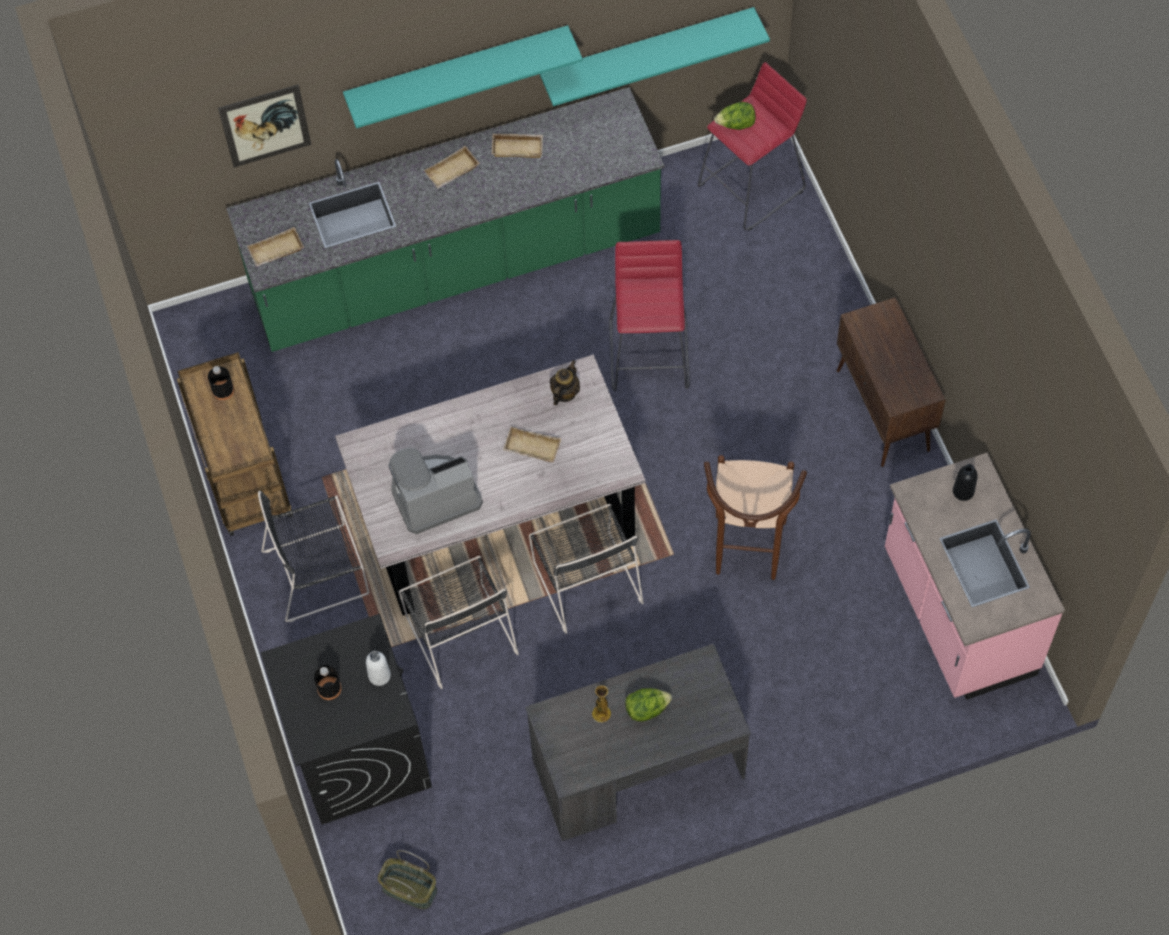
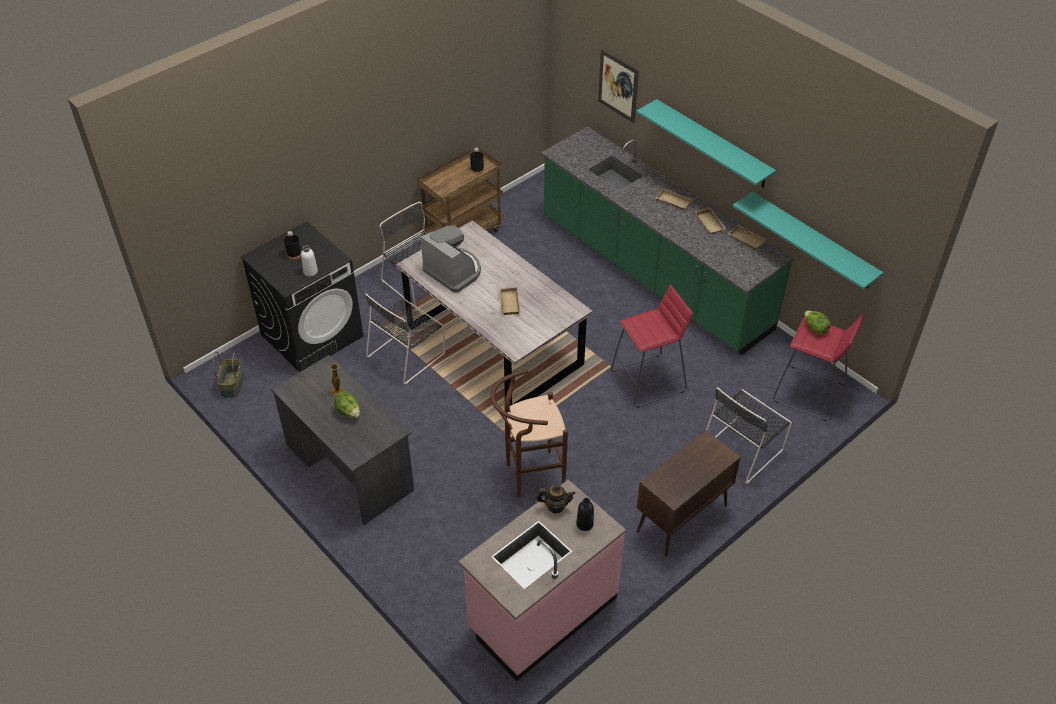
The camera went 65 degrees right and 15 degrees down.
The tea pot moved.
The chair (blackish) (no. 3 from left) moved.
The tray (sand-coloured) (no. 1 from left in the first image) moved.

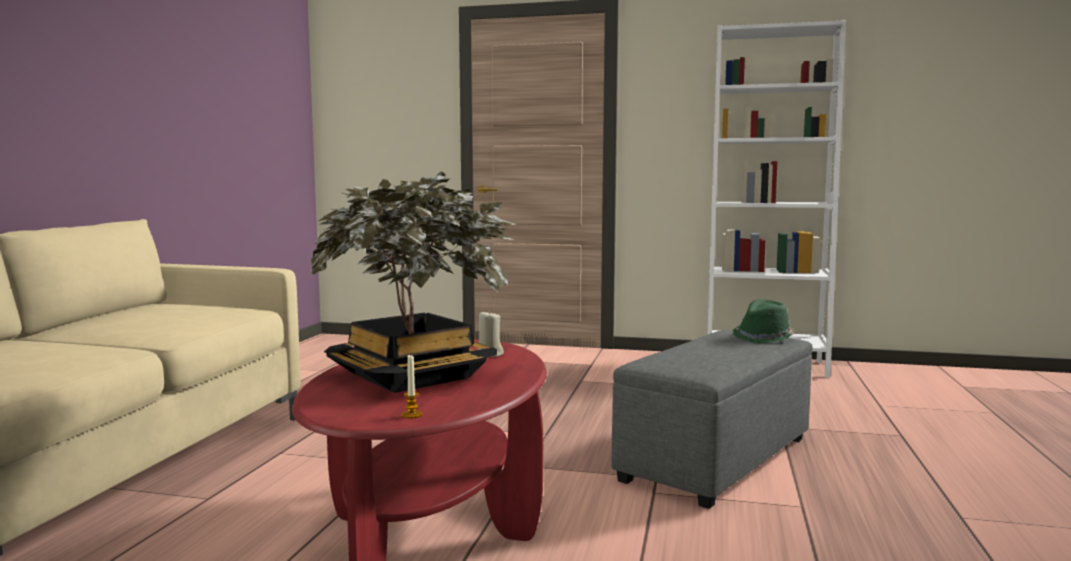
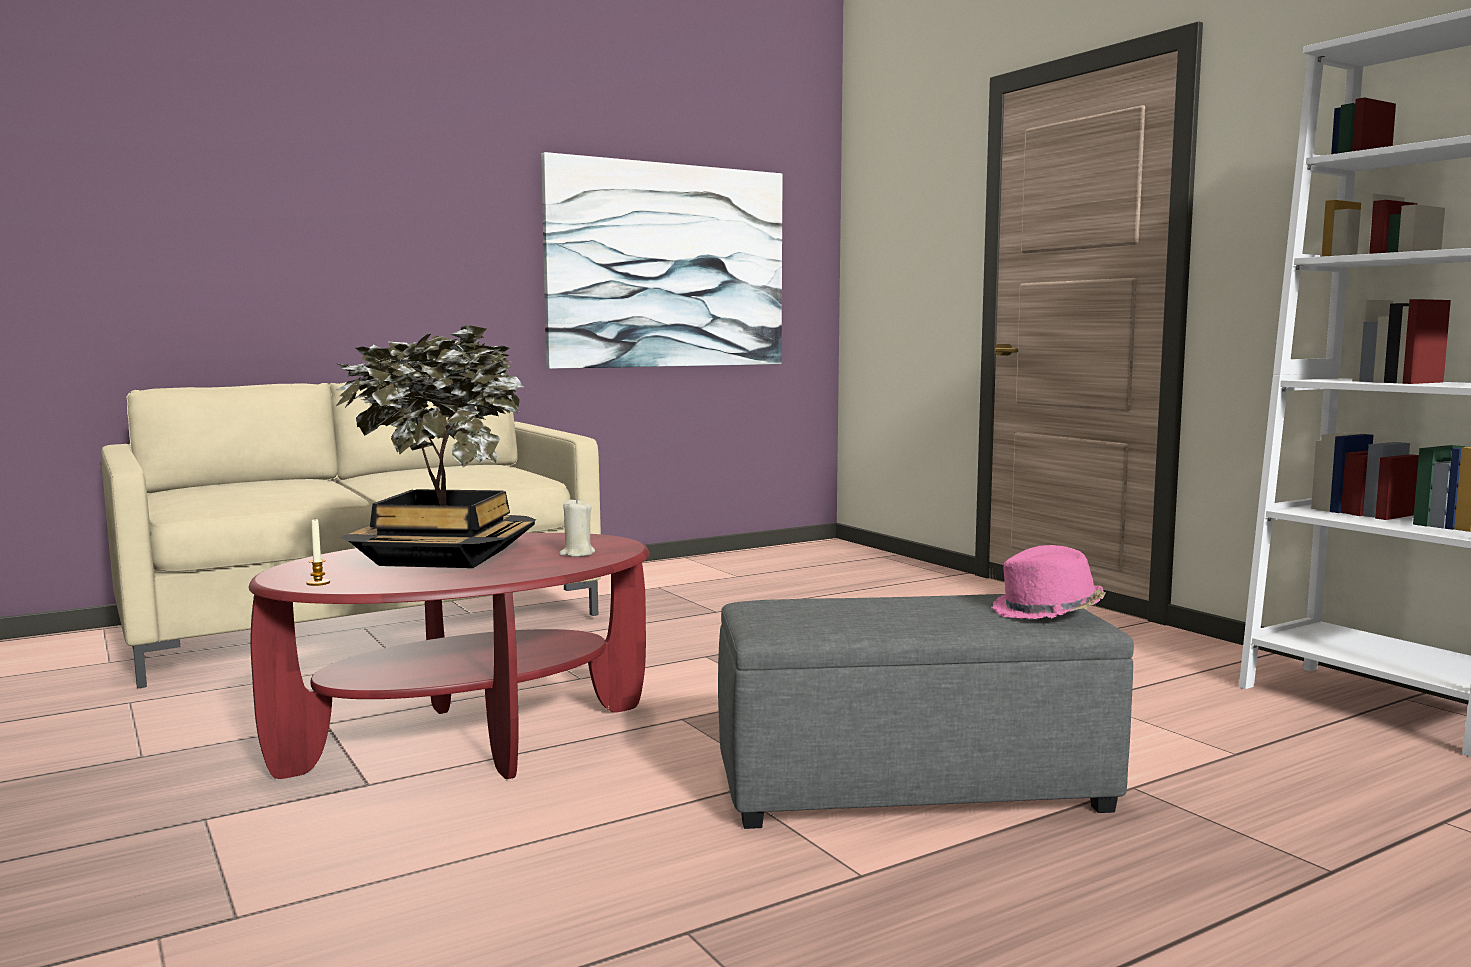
The camera went 45 degrees right and 0 degrees up.
The wall art appeared.
The hat (greenish) became the hat (pink-coloured).

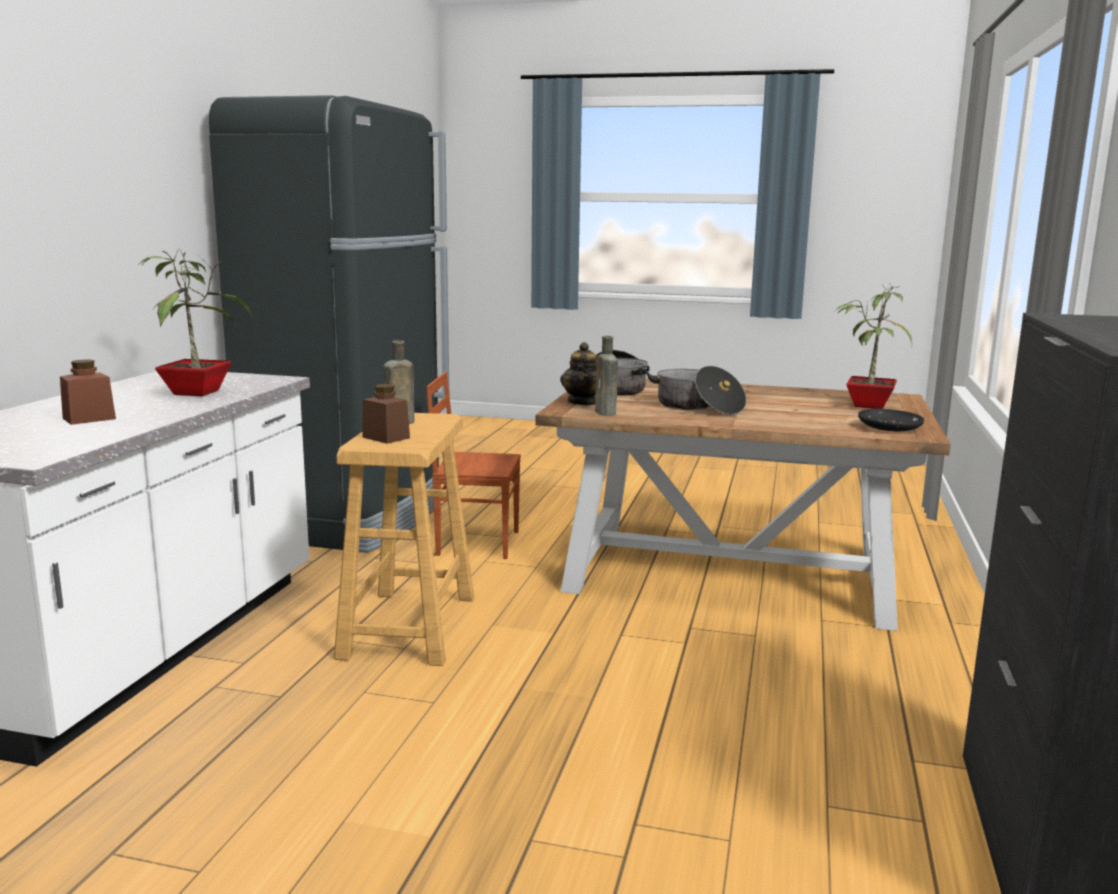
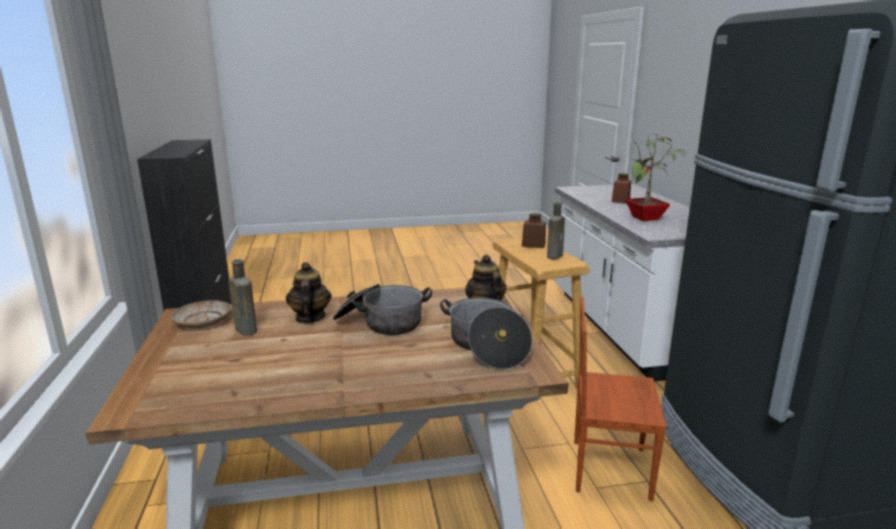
The camera went 155 degrees right and 5 degrees up.
The plate (blackish) became the plate (sand-coloured).
The bottle (brown) (no. 2 from left in the first image) moved.
The tea pot (no. 1 from left) appeared.
The chair (brown) turned 150 degrees counterclockwise.
The plant in a pot (no. 2 from left) disappeared.

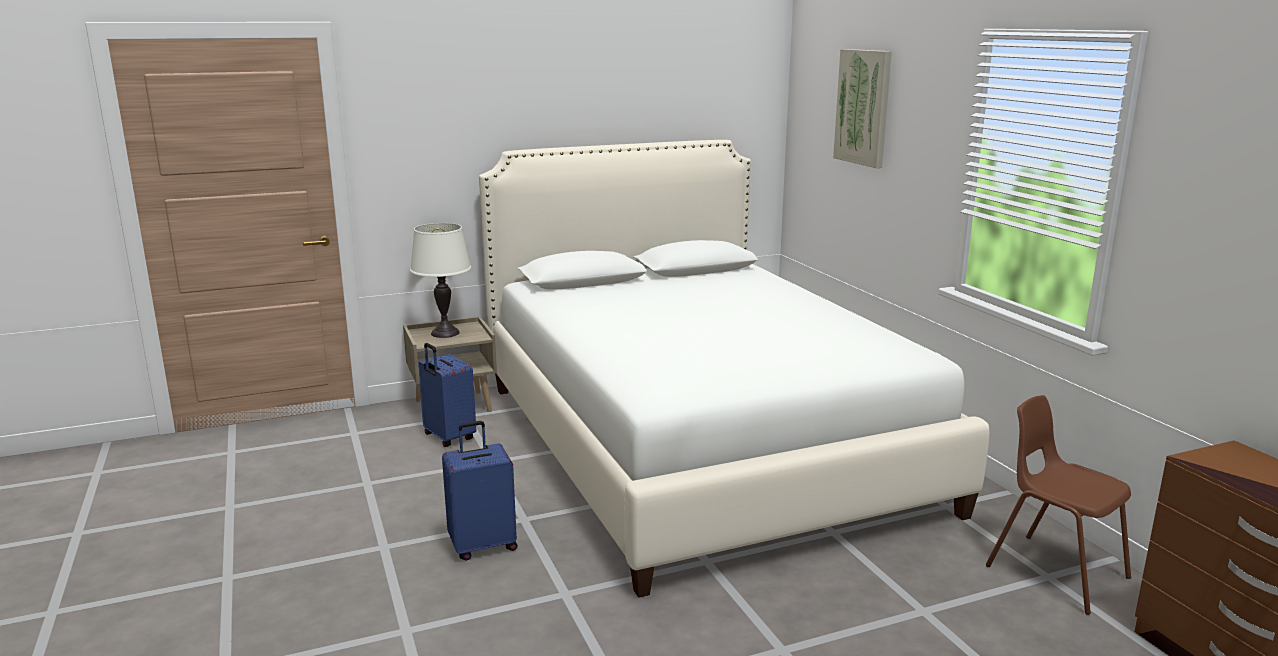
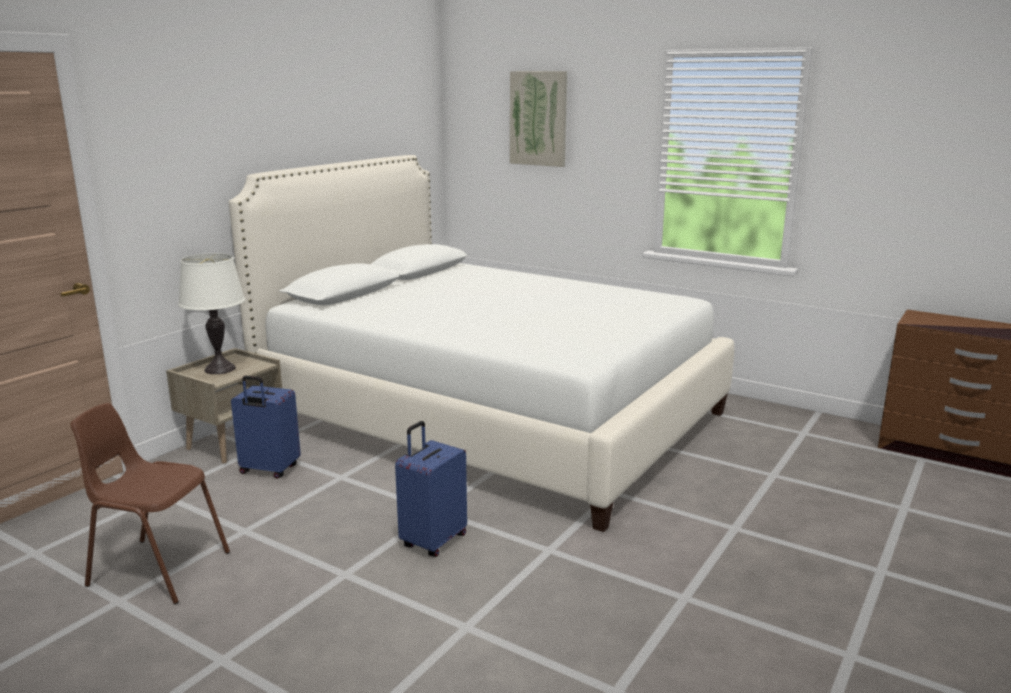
The camera went 35 degrees left and 0 degrees up.
The chair (brown) moved.

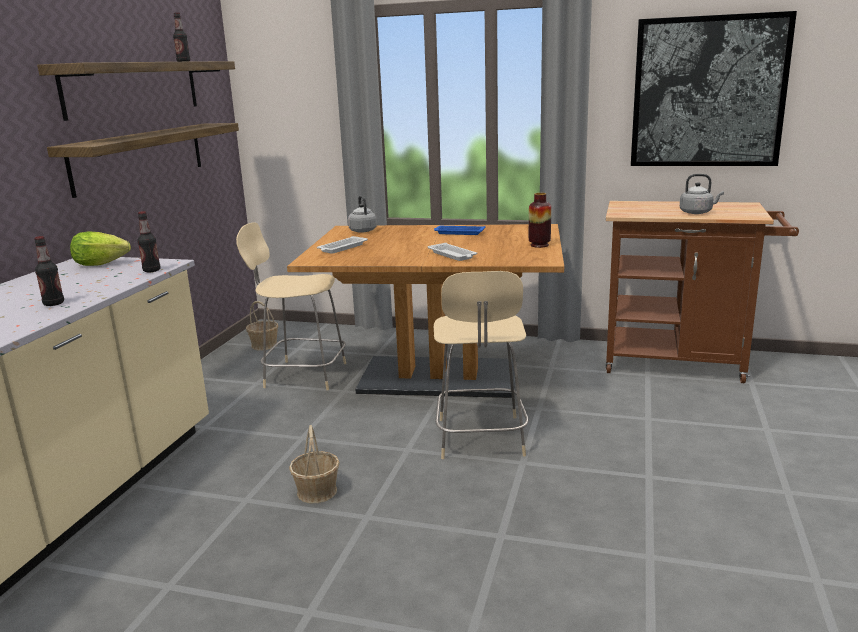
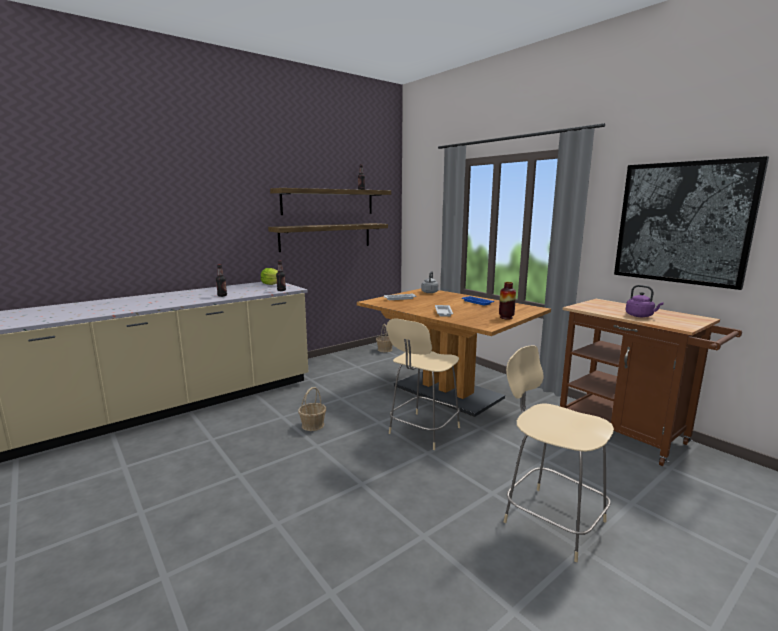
The camera went 35 degrees right and 5 degrees down.
The chair (sand-coloured) (no. 1 from left in the first image) moved.
The water kettle (grey) (no. 2 from left) became the water kettle (purple).

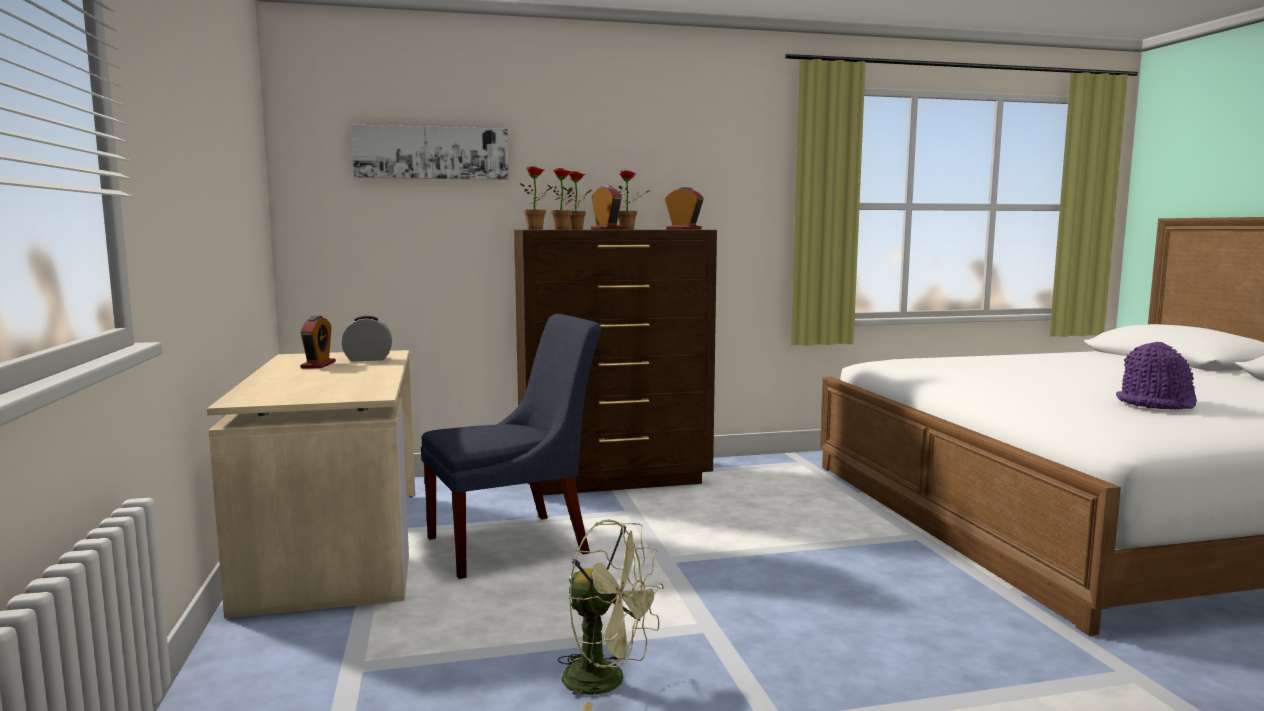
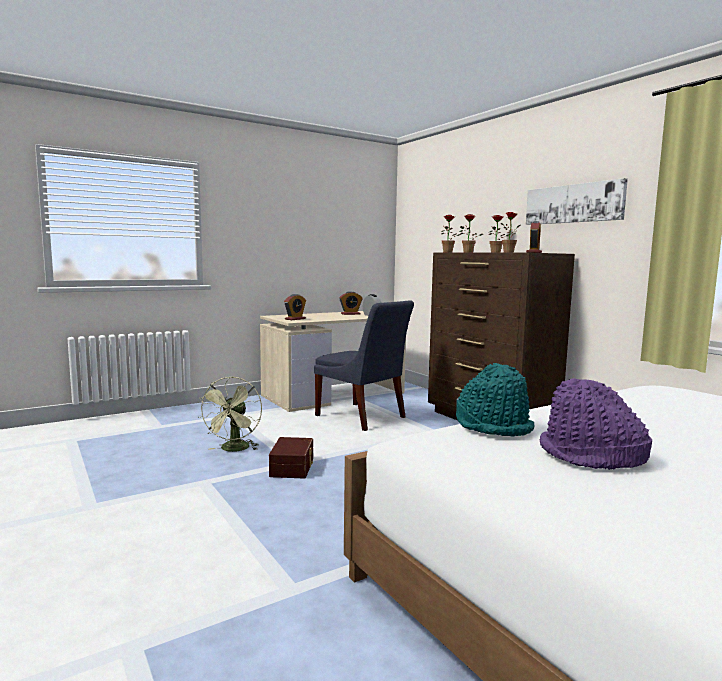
The camera went 70 degrees right and 0 degrees up.
The storage bin (brown) appeared.
The alarm clock (no. 3 from left in the first image) moved.
The hat (turquoise-coloured) appeared.
The wall art moved.

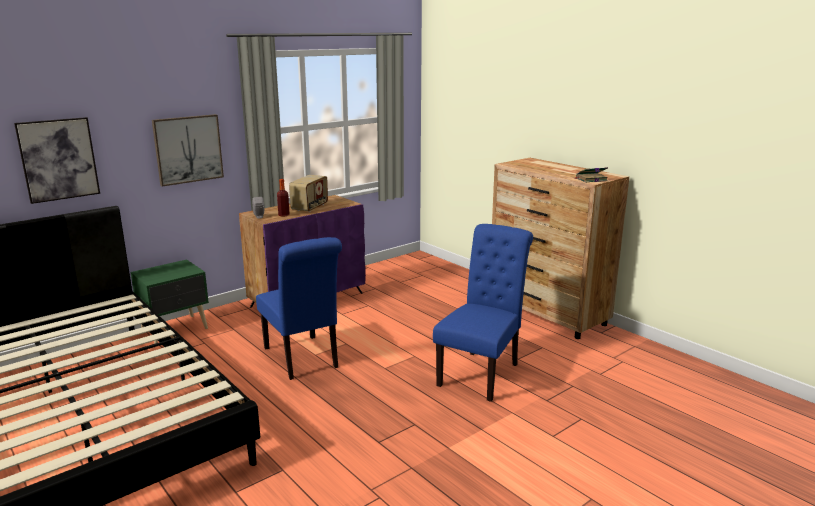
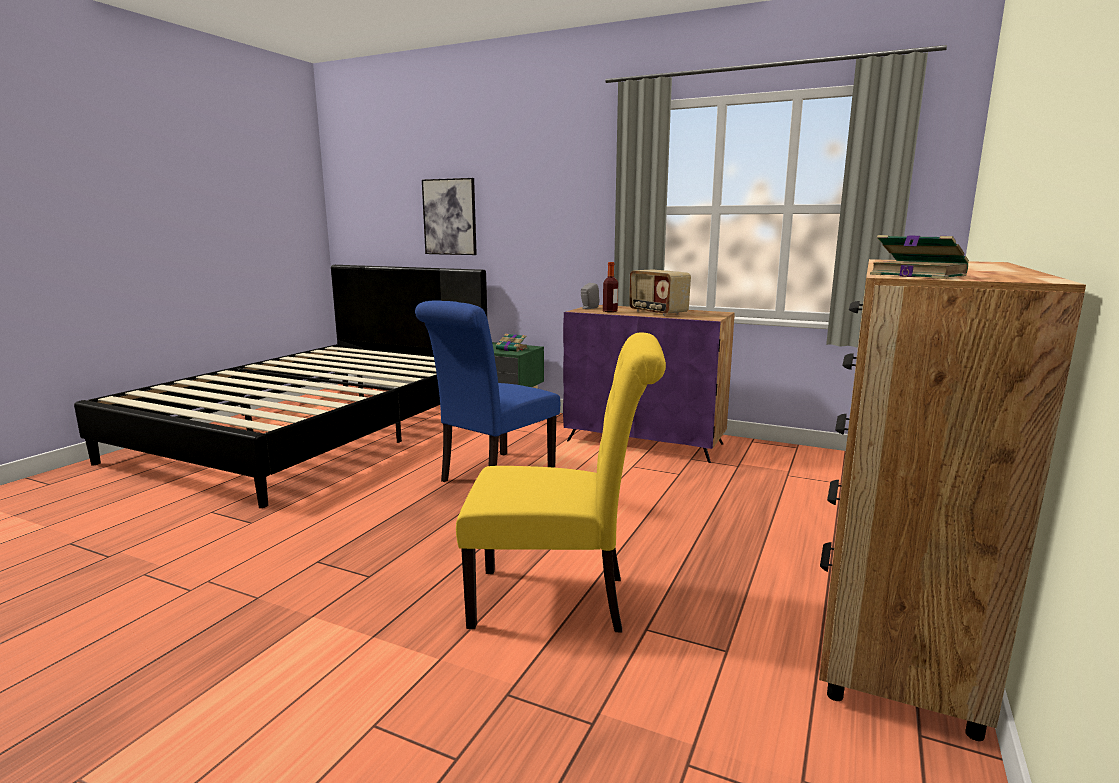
The camera went 65 degrees right and 5 degrees down.
The chair (blue) (no. 2 from left) became the chair (yellow).
The bound book (no. 1 from left) appeared.
The radio set turned 60 degrees clockwise.
The wall art (no. 2 from left) disappeared.

